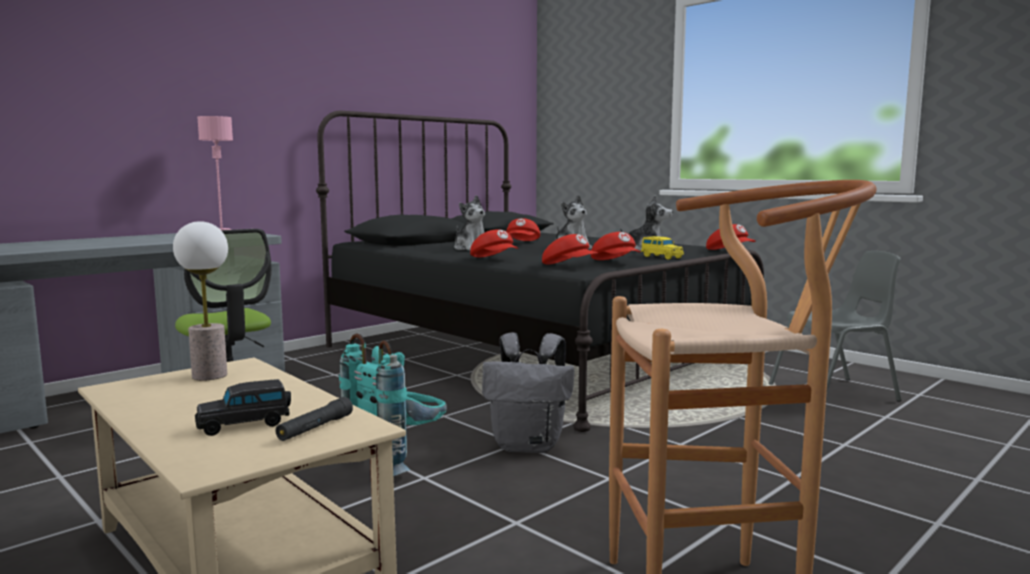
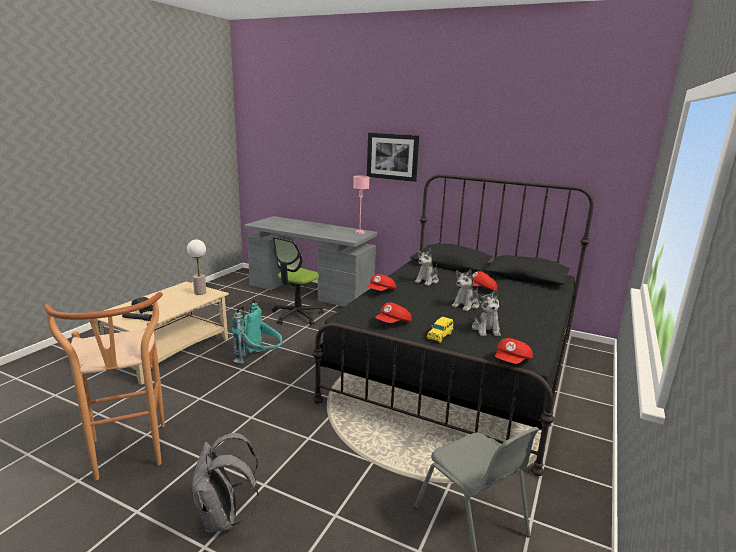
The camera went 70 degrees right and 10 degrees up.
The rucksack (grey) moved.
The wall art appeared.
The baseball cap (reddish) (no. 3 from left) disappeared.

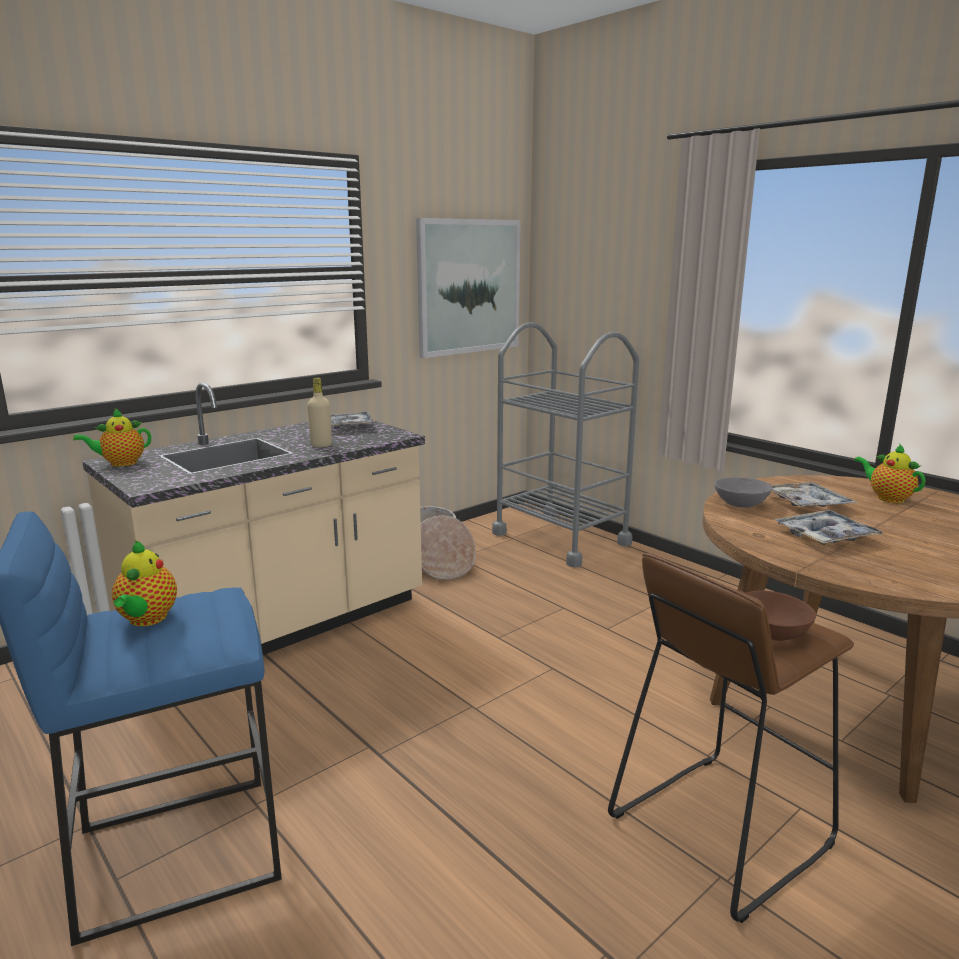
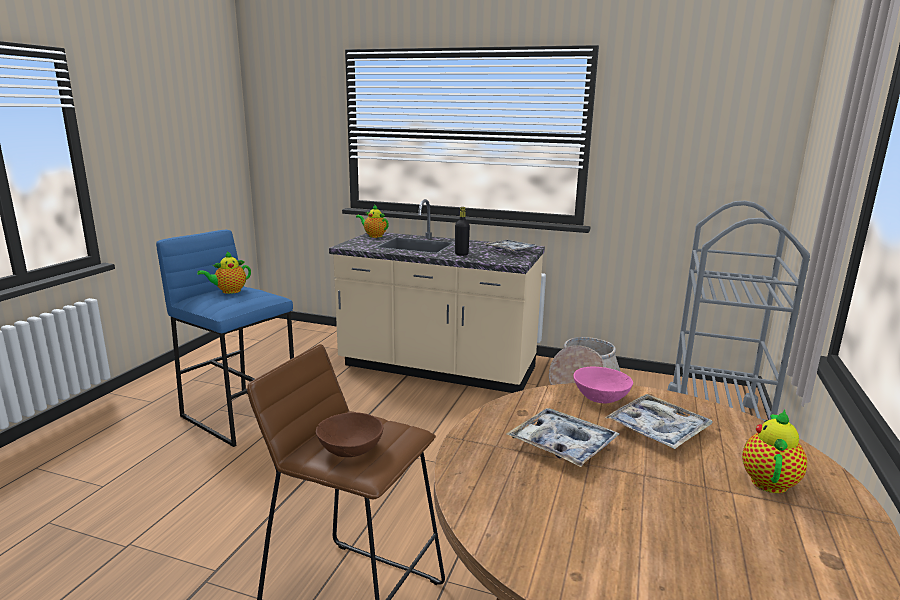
The camera went 60 degrees right and 0 degrees up.
The bottle (sand-coloured) became the bottle (blackish).
The serving bowl (grey) became the serving bowl (pink-coloured).
The wall art disappeared.

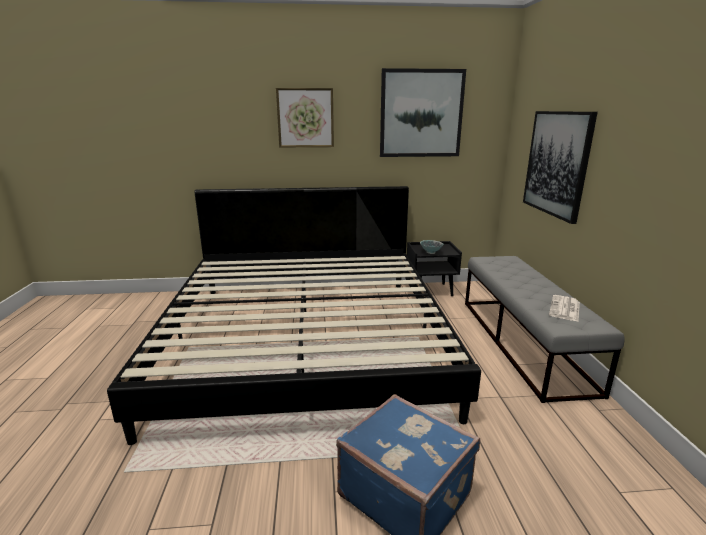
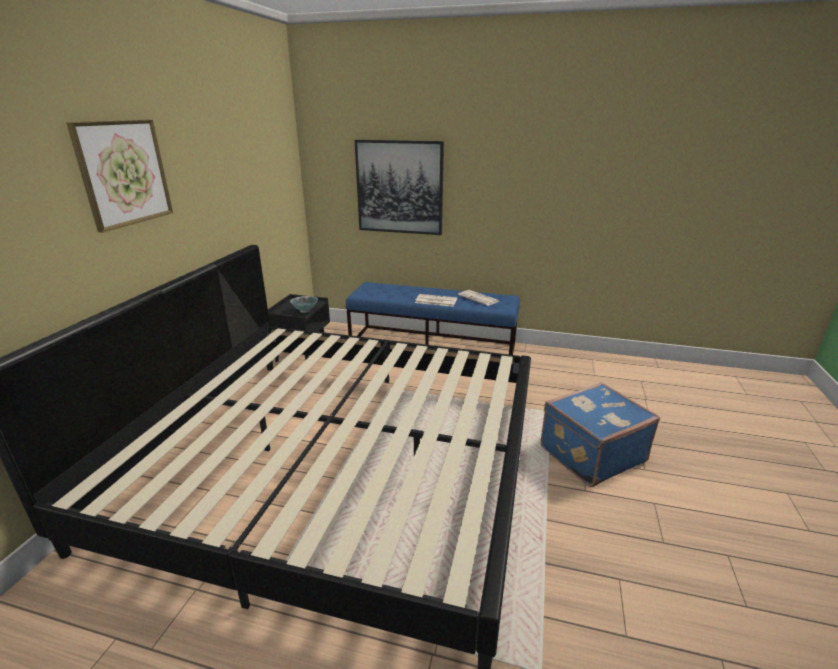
The camera went 70 degrees left and 5 degrees up.
The indoor bench (grey) became the indoor bench (blue).
The daily paper (no. 1 from left) appeared.
The wall art (no. 2 from left) disappeared.

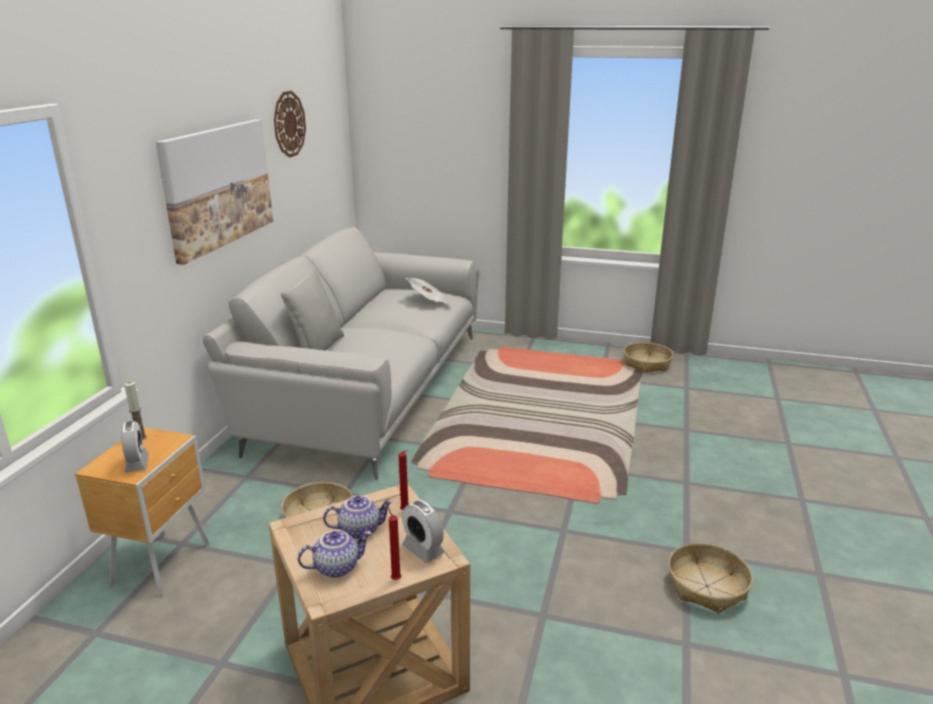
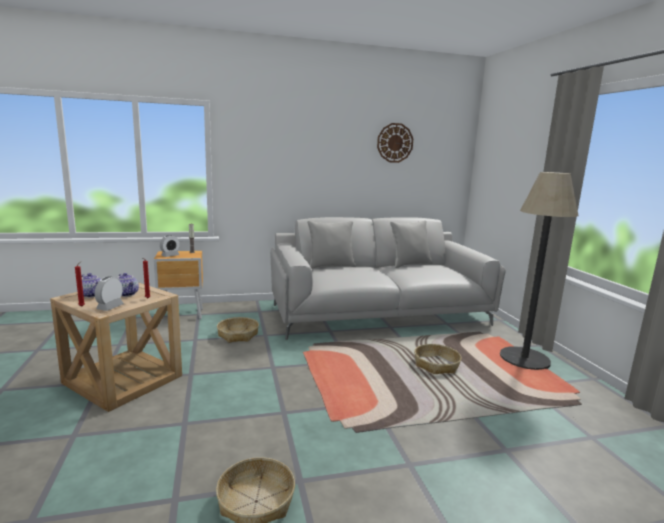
The camera went 60 degrees right and 10 degrees down.
The cushion (grey) (no. 2 from left) appeared.
The basket (no. 2 from left in the first image) moved.
The standing lamp appeared.
The wall art disappeared.
The daily paper disappeared.

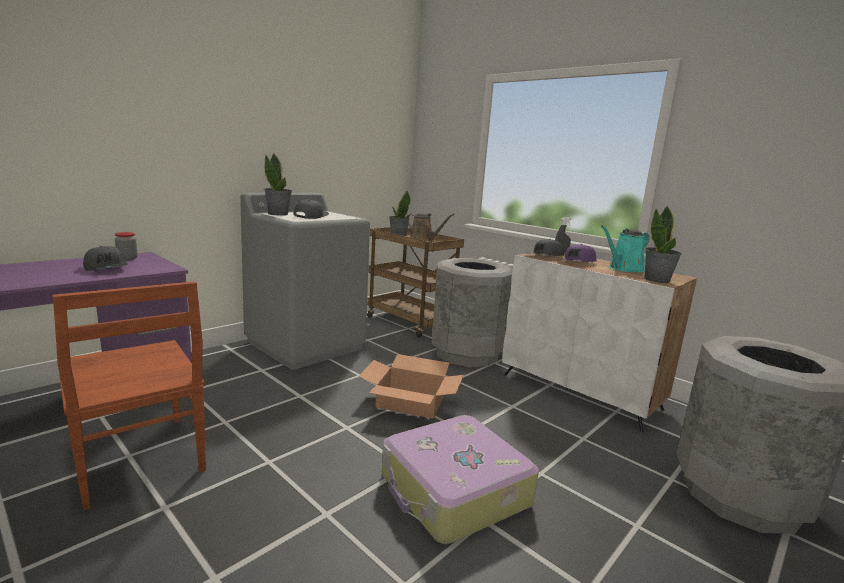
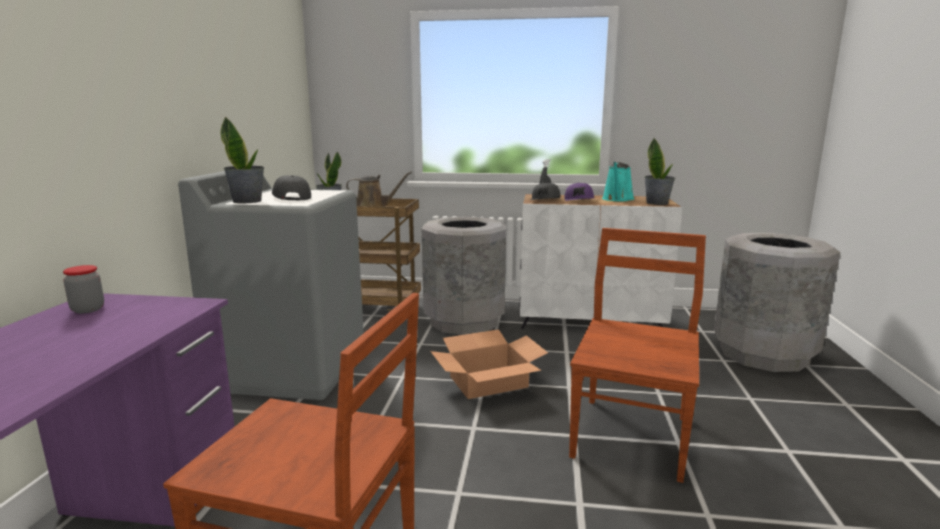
The camera went 35 degrees left and 0 degrees up.
The piece of luggage was replaced by the chair (brown) (no. 2 from left).
The baseball cap (grey) (no. 1 from left) disappeared.

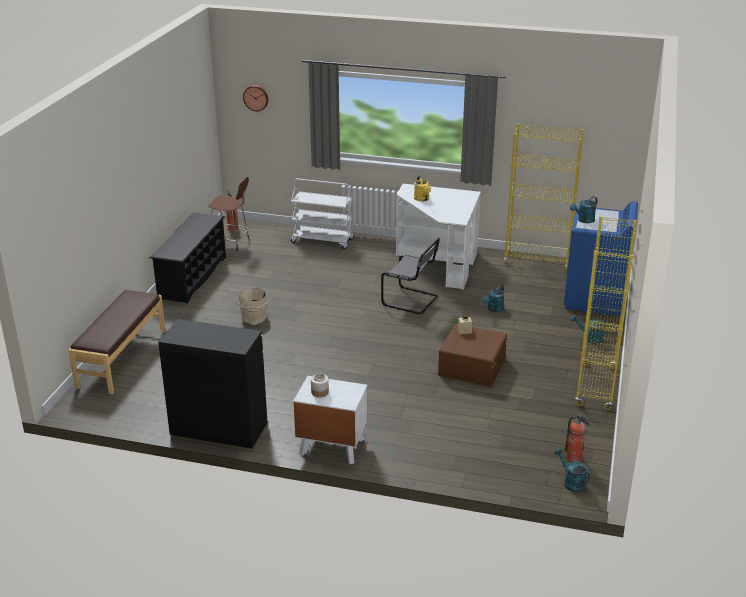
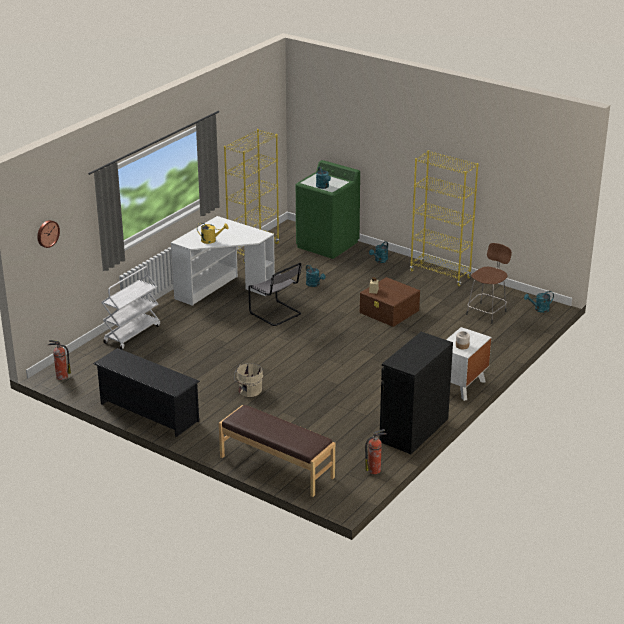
The camera went 70 degrees left and 0 degrees up.
The chair (grey) turned 90 degrees clockwise.
The laundry appliance (blue) became the laundry appliance (greenish).
The extinguisher (no. 2 from left) moved.
The stool (brown) moved.

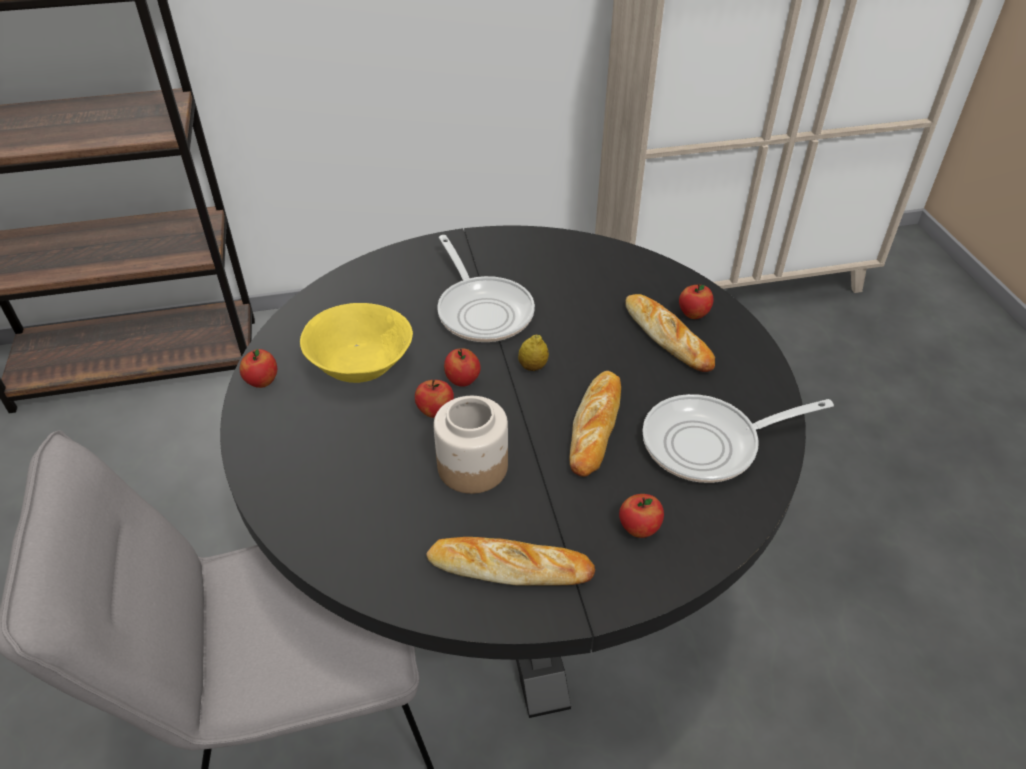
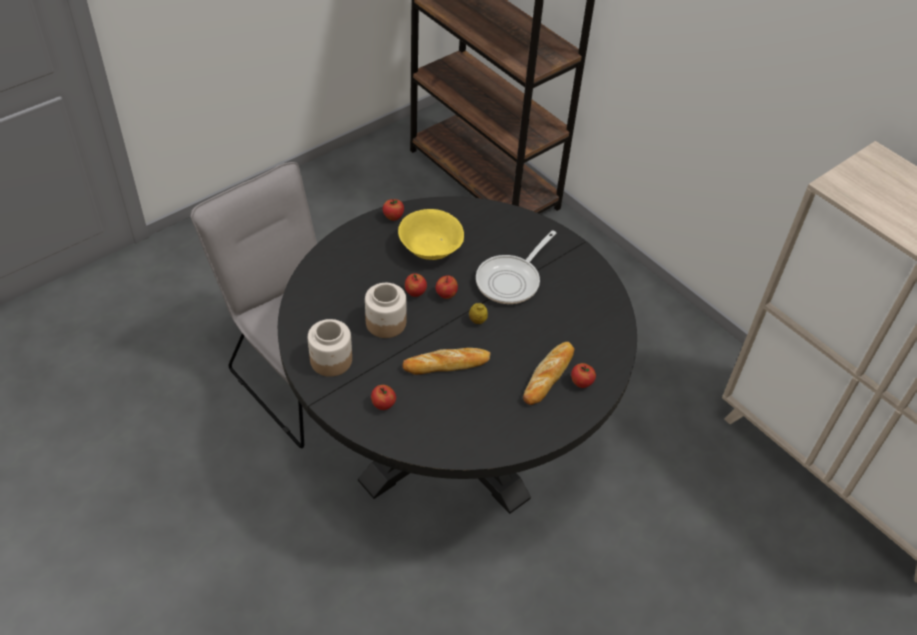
The camera went 60 degrees right and 5 degrees up.
The bread (no. 1 from left) was replaced by the jar (no. 1 from left).
The frying pan (no. 2 from left) disappeared.

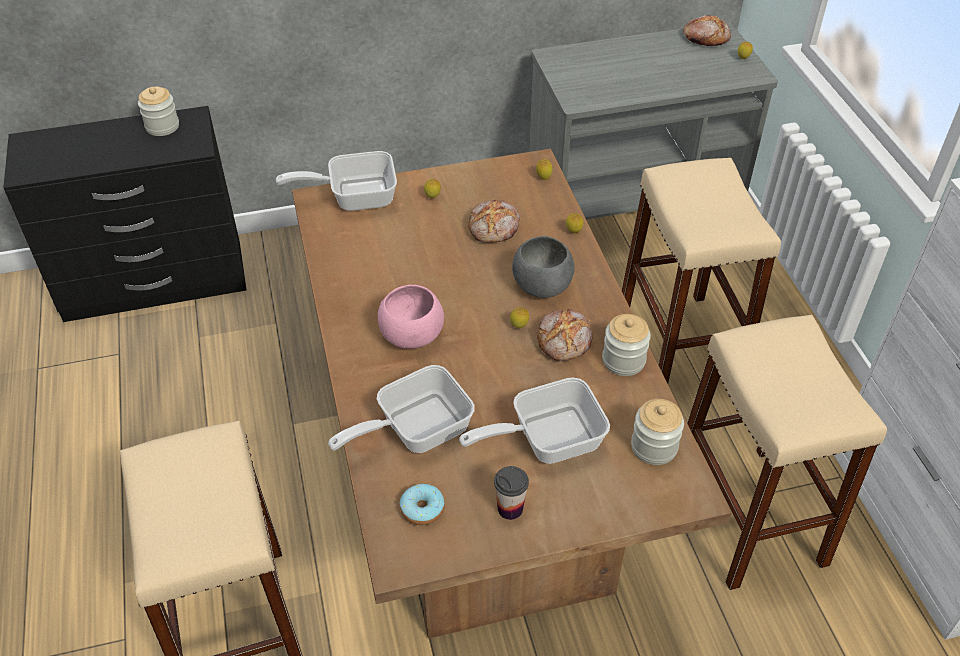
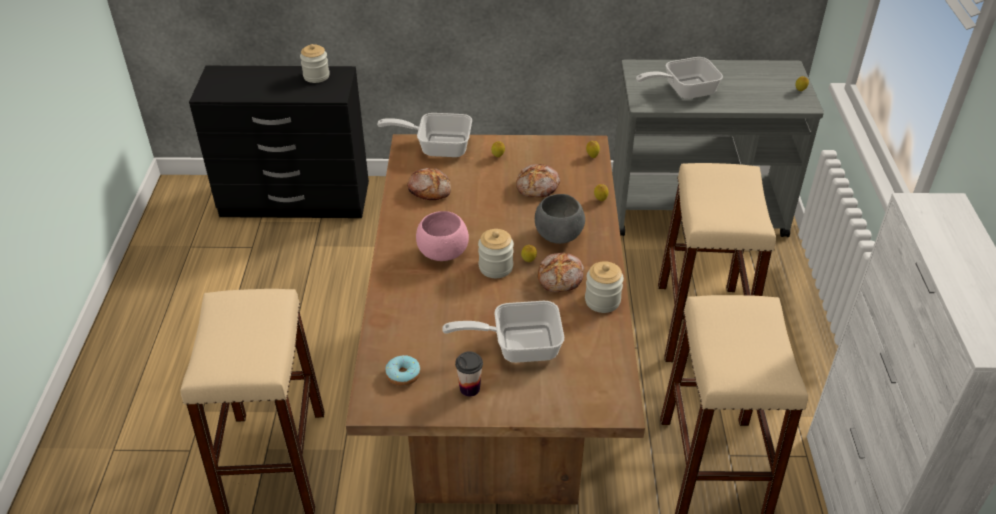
The camera went 15 degrees right and 5 degrees down.
The bread (no. 3 from left in the first image) moved.
The jar (no. 3 from left in the first image) moved.
The frying pan (no. 2 from left in the first image) moved.

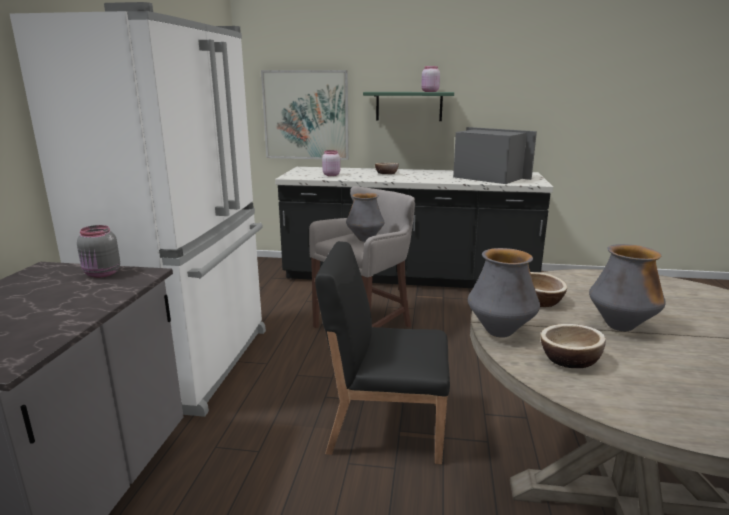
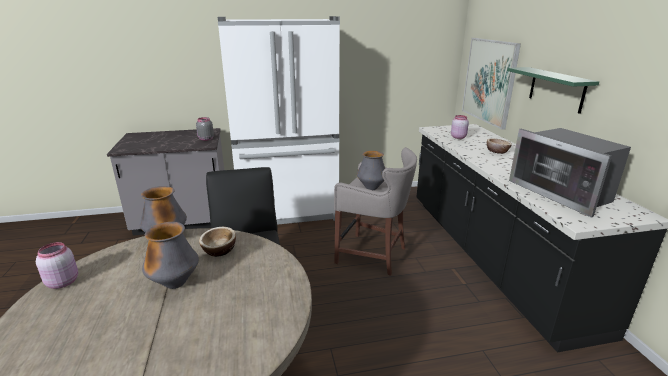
The camera went 70 degrees right and 5 degrees up.
The jar (pink-coloured) (no. 2 from left in the first image) moved.
The kitchen microwave turned 135 degrees clockwise.
The serving bowl (no. 3 from left) disappeared.

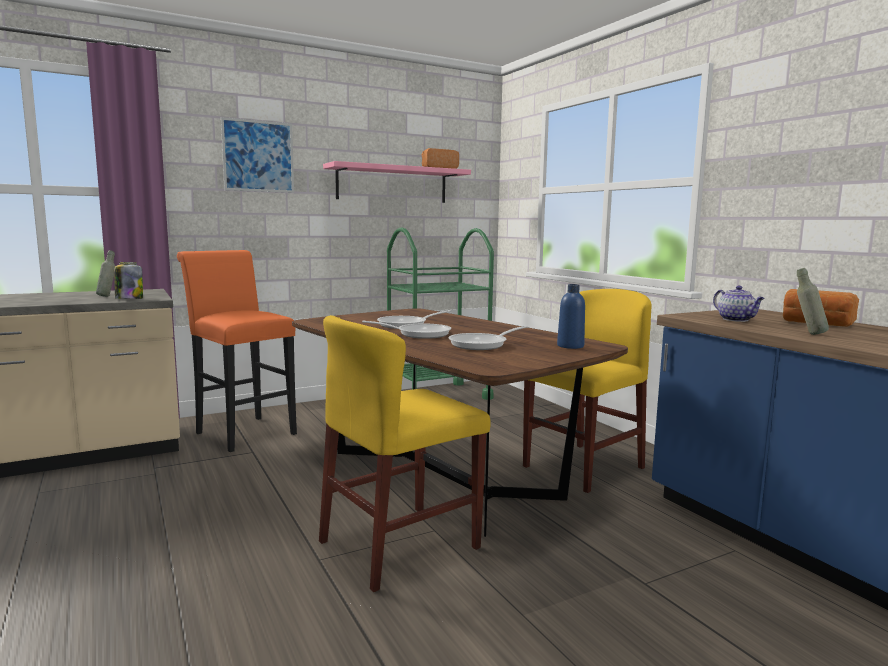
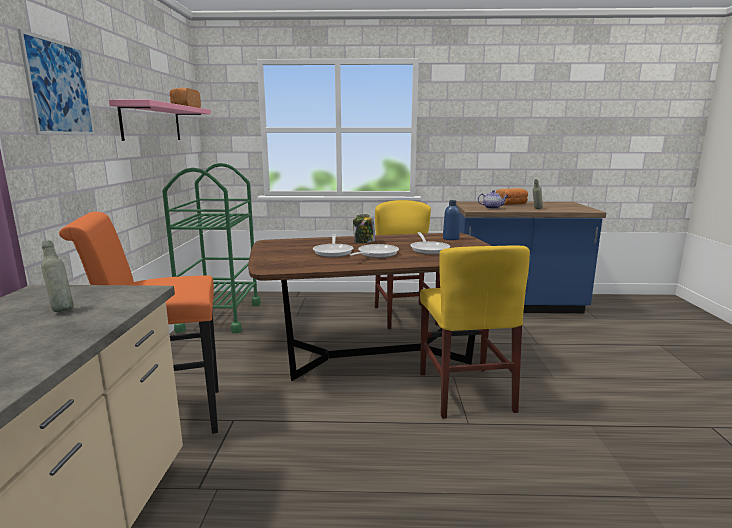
The camera went 60 degrees left and 5 degrees up.
The jar moved.

